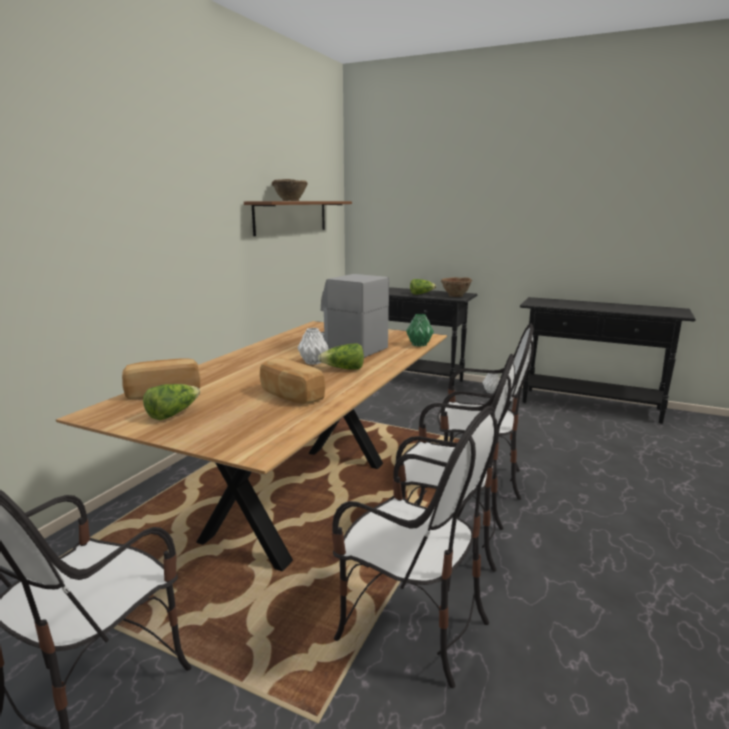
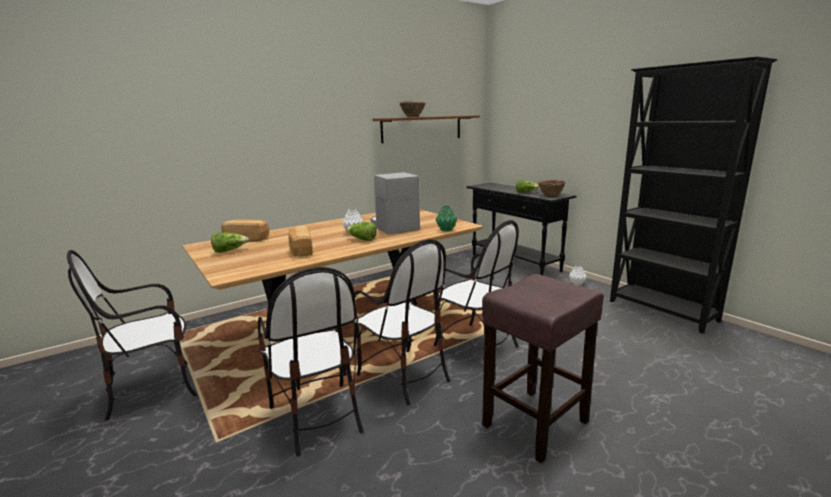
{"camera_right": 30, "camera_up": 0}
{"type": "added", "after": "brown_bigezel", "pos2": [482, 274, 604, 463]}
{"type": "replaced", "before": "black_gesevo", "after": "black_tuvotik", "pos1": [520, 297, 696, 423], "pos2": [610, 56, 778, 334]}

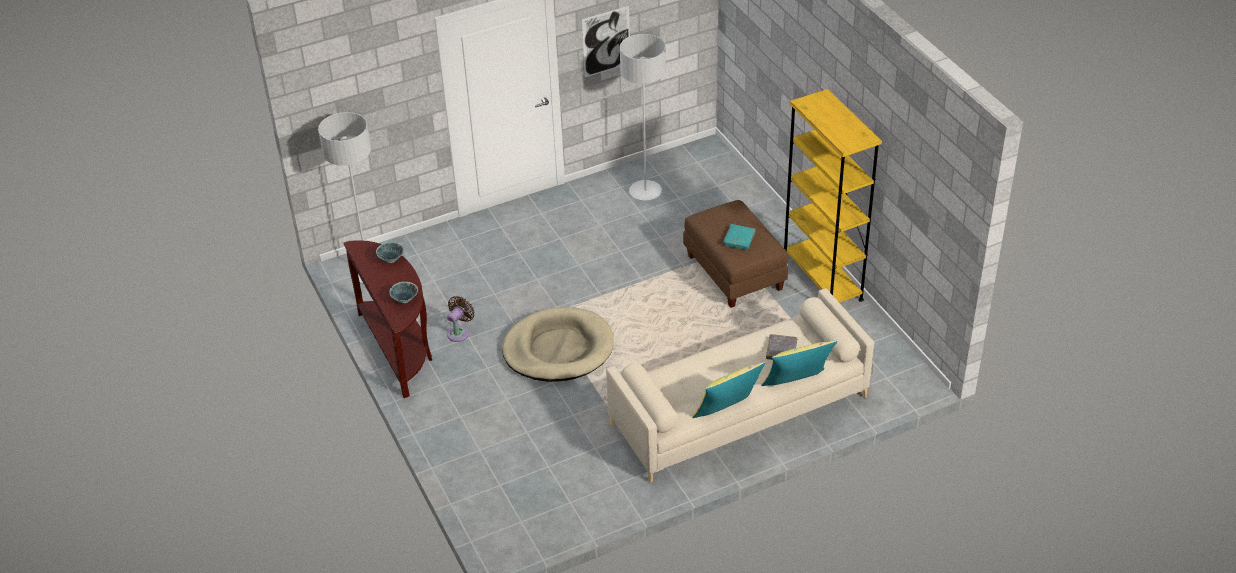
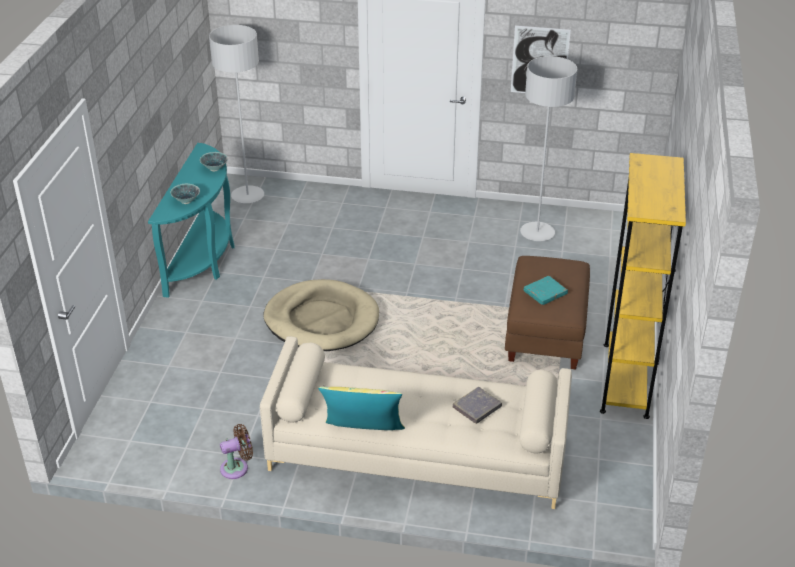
{"camera_right": 35, "camera_up": -5}
{"type": "recoloured", "before": "brown_gesevo", "after": "turquoise_gesevo", "pos1": [344, 240, 432, 398], "pos2": [148, 143, 234, 298]}
{"type": "moved", "before": "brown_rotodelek", "pos1": [447, 296, 475, 342], "pos2": [220, 424, 253, 479]}
{"type": "removed", "before": "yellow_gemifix", "pos1": [761, 341, 837, 386]}

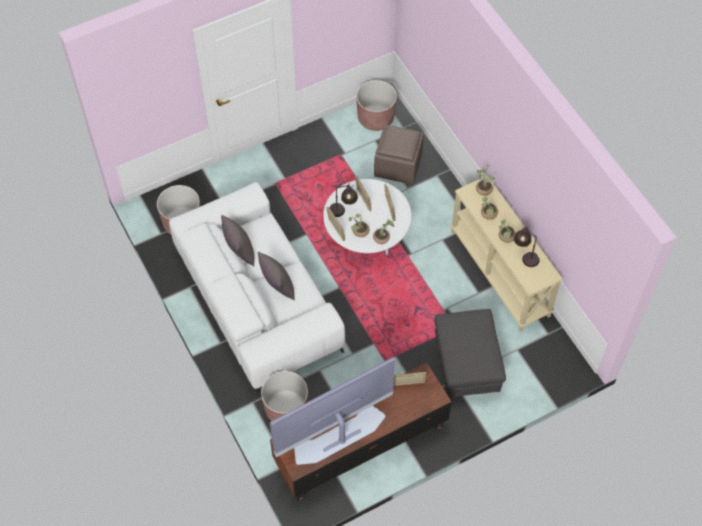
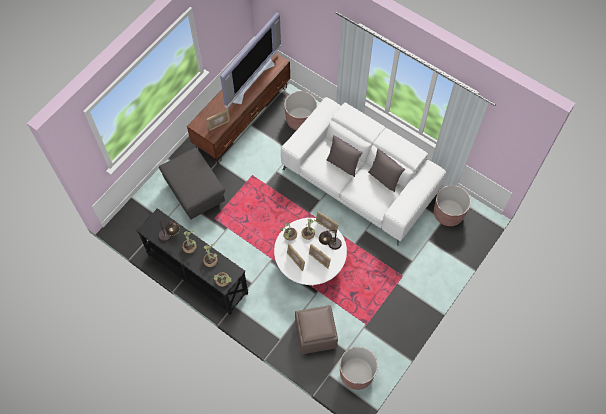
{"camera_right": 155, "camera_up": 5}
{"type": "recoloured", "before": "beige_gesevo", "after": "black_gesevo", "pos1": [451, 175, 563, 332], "pos2": [137, 208, 249, 315]}

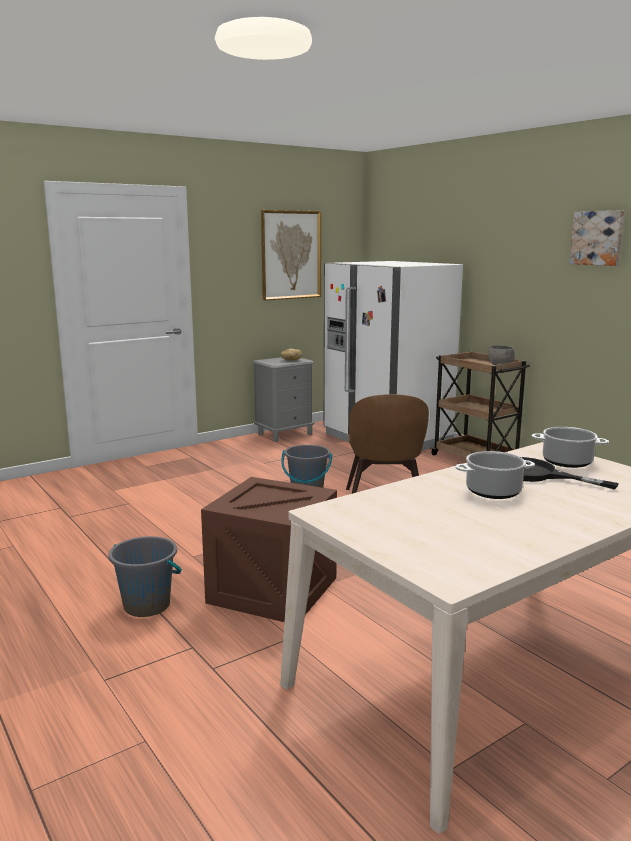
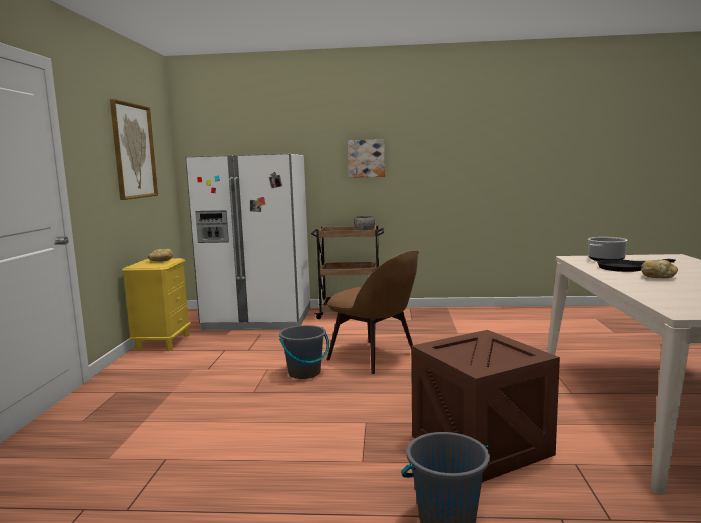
{"camera_right": -50, "camera_up": -5}
{"type": "recoloured", "before": "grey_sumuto", "after": "yellow_sumuto", "pos1": [252, 357, 314, 442], "pos2": [122, 258, 191, 351]}
{"type": "moved", "before": "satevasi", "pos1": [569, 210, 624, 266], "pos2": [348, 139, 385, 178]}
{"type": "replaced", "before": "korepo", "after": "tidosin", "pos1": [455, 451, 535, 499], "pos2": [641, 260, 678, 278]}

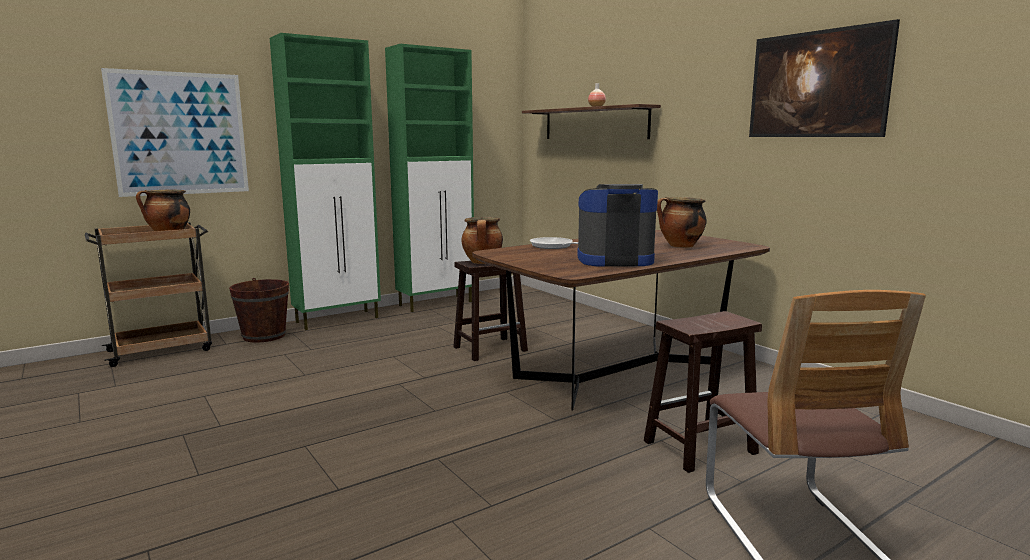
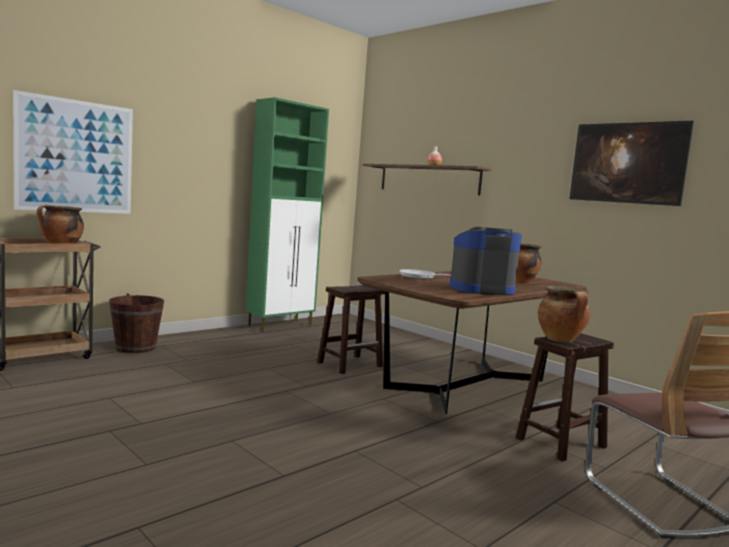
{"camera_right": -10, "camera_up": -5}
{"type": "moved", "before": "korepo", "pos1": [462, 217, 503, 264], "pos2": [538, 286, 590, 342]}
{"type": "removed", "before": "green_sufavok", "pos1": [270, 33, 381, 330]}

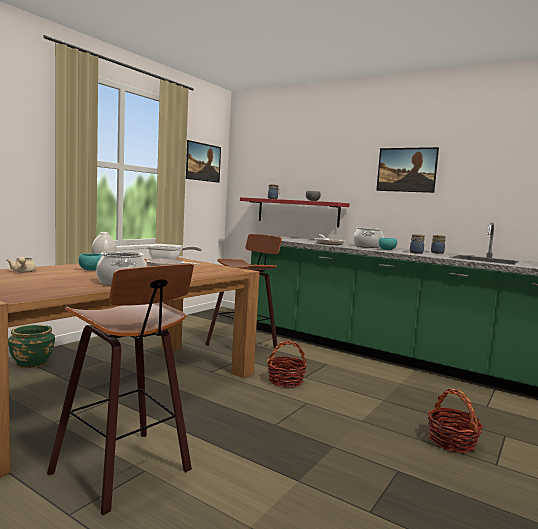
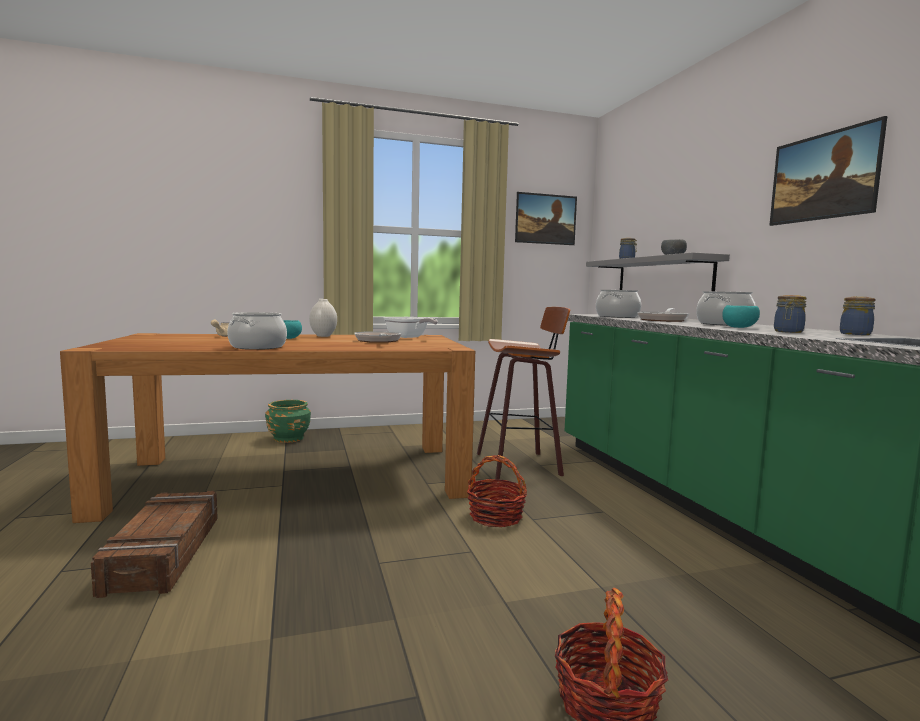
{"camera_right": 40, "camera_up": 0}
{"type": "replaced", "before": "bigezel", "after": "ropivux", "pos1": [47, 264, 194, 515], "pos2": [91, 491, 218, 598]}
{"type": "recoloured", "before": "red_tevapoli", "after": "grey_tevapoli", "pos1": [240, 197, 349, 227], "pos2": [586, 252, 730, 291]}
{"type": "added", "after": "korepo", "pos2": [596, 290, 641, 318]}

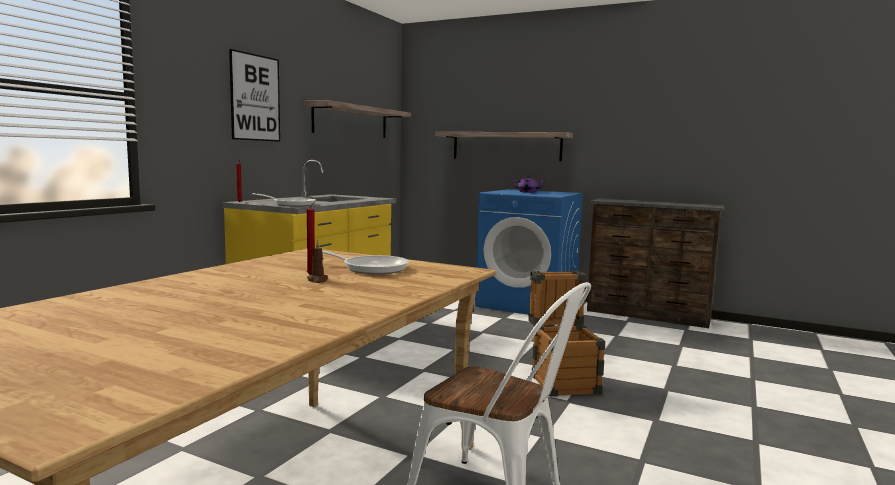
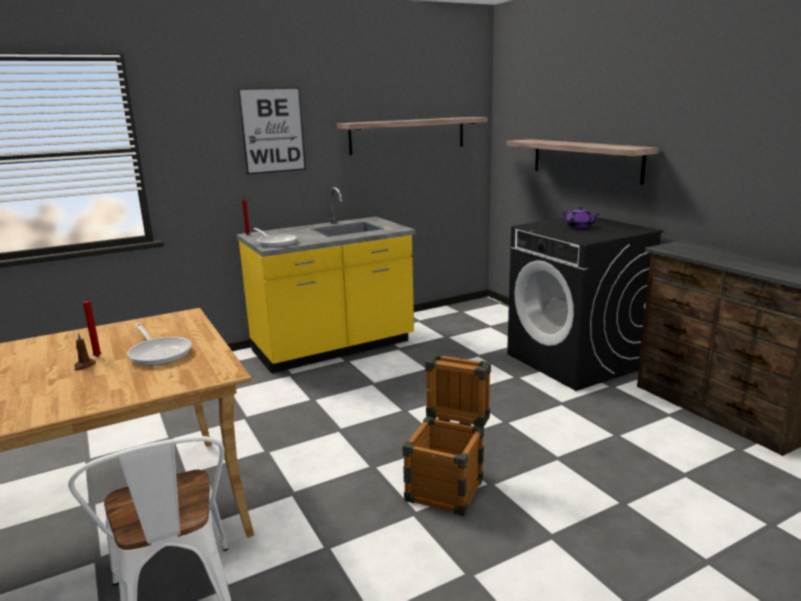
{"camera_right": 35, "camera_up": 10}
{"type": "recoloured", "before": "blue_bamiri", "after": "black_bamiri", "pos1": [475, 189, 583, 315], "pos2": [507, 216, 664, 391]}

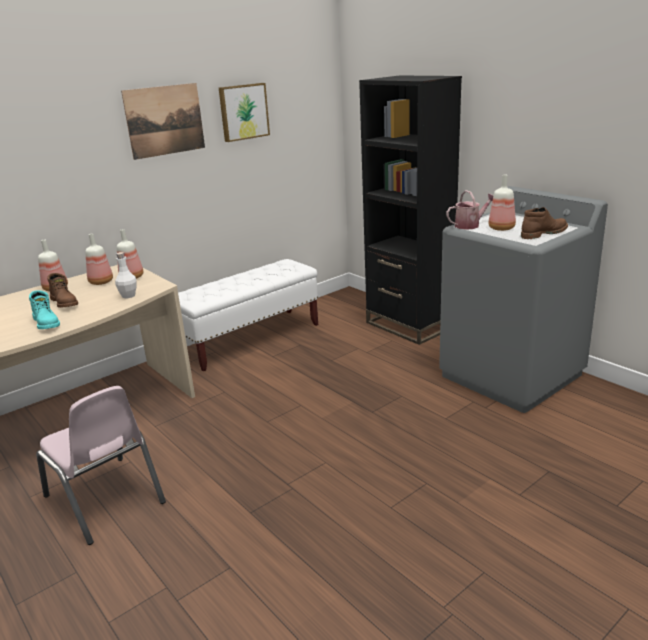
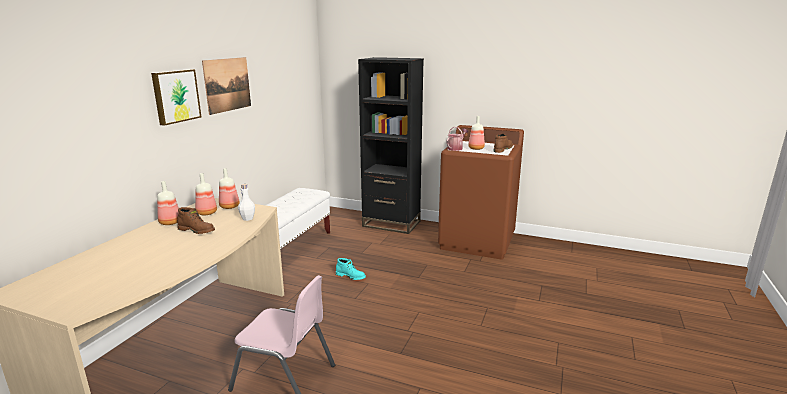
{"camera_right": -30, "camera_up": -5}
{"type": "moved", "before": "satevasi", "pos1": [219, 83, 270, 142], "pos2": [151, 69, 202, 126]}
{"type": "moved", "before": "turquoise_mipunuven", "pos1": [29, 290, 60, 329], "pos2": [336, 258, 366, 280]}
{"type": "recoloured", "before": "grey_bamiri", "after": "brown_bamiri", "pos1": [439, 186, 608, 413], "pos2": [438, 125, 524, 260]}

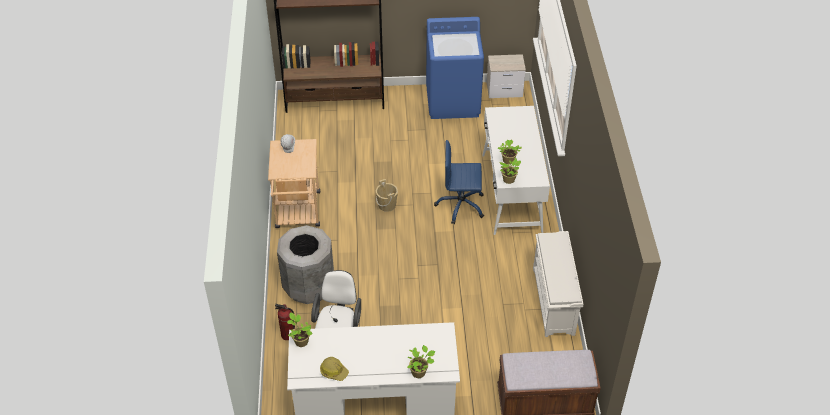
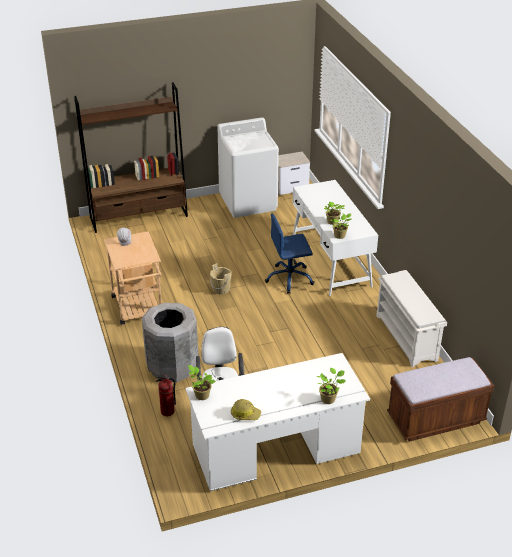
{"camera_right": -15, "camera_up": -10}
{"type": "recoloured", "before": "blue_bamiri", "after": "white_bamiri", "pos1": [426, 17, 484, 119], "pos2": [217, 117, 279, 218]}

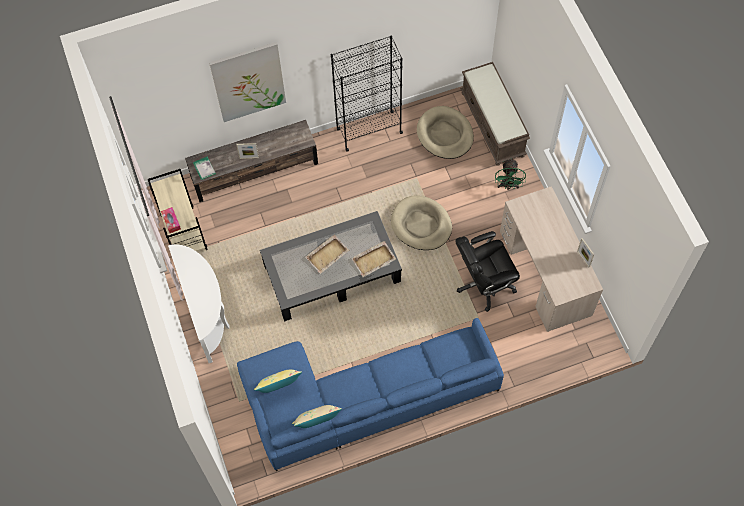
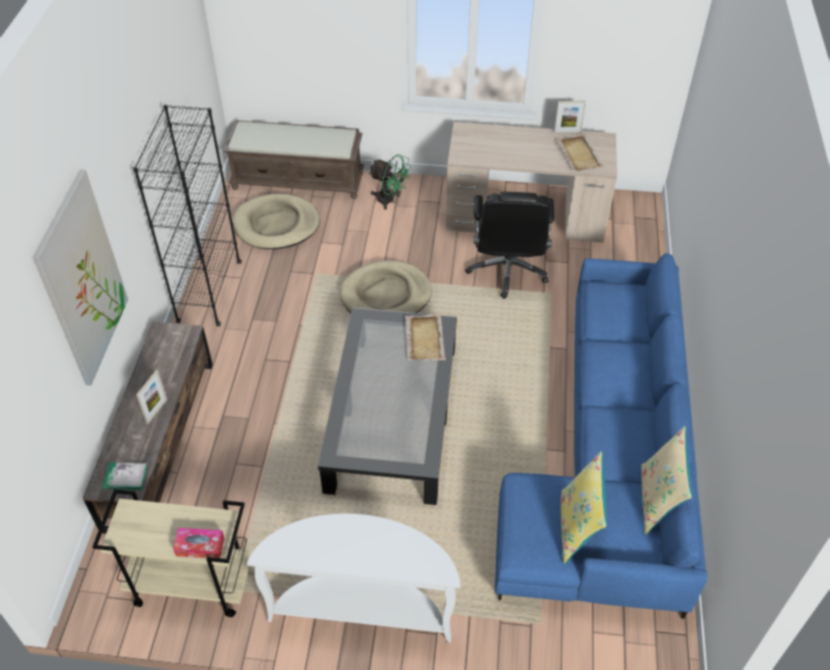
{"camera_right": -65, "camera_up": -15}
{"type": "moved", "before": "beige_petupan", "pos1": [305, 235, 349, 274], "pos2": [555, 134, 605, 171]}

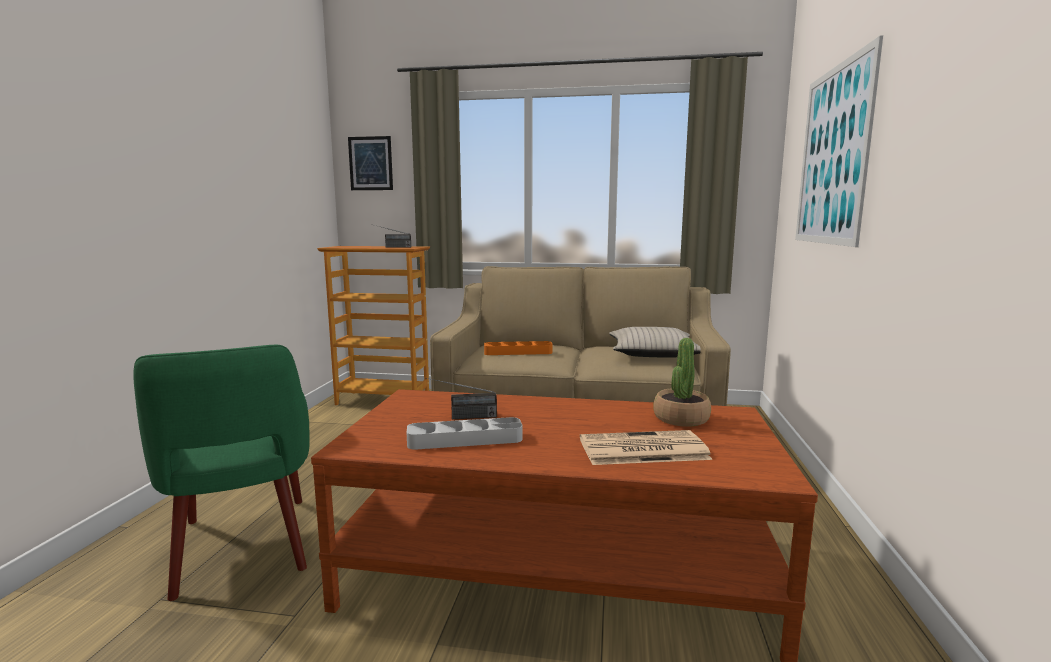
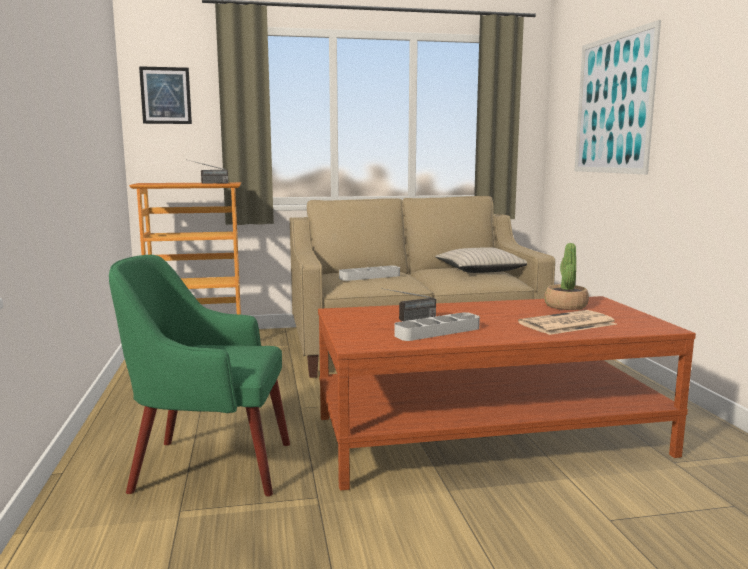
{"camera_right": -20, "camera_up": 0}
{"type": "turned", "before": "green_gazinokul", "pos1": [134, 345, 310, 601], "pos2": [109, 255, 290, 496], "turn": 135}
{"type": "recoloured", "before": "orange_petupan", "after": "grey_petupan", "pos1": [484, 341, 552, 355], "pos2": [339, 266, 400, 281]}

